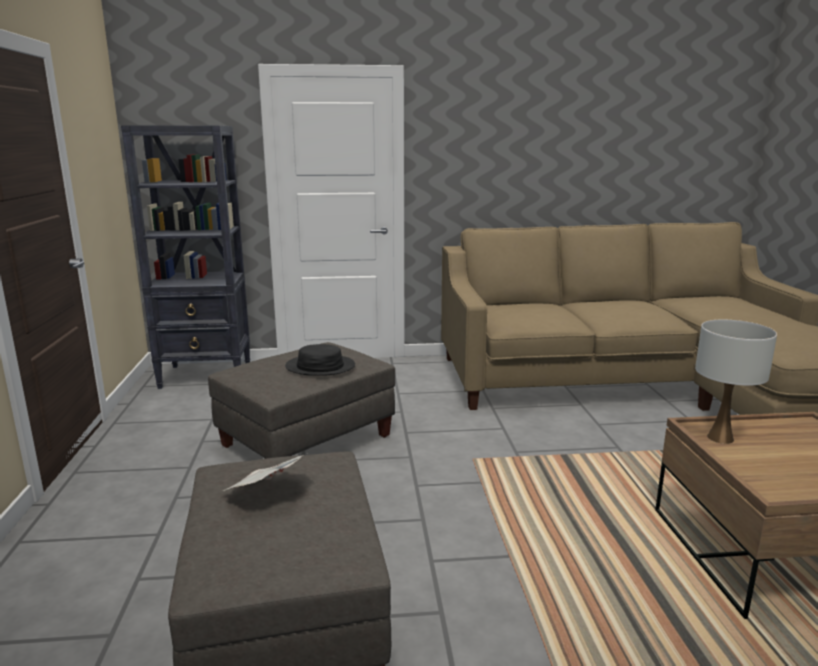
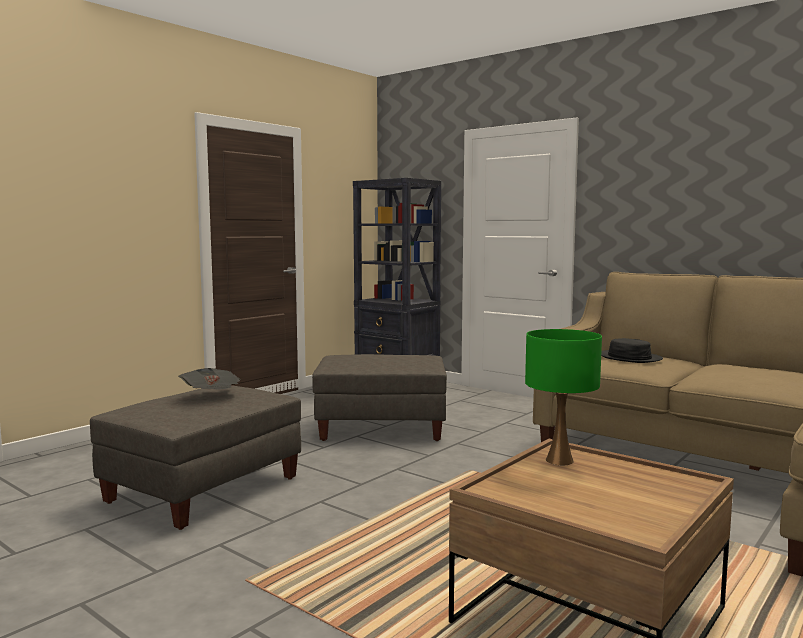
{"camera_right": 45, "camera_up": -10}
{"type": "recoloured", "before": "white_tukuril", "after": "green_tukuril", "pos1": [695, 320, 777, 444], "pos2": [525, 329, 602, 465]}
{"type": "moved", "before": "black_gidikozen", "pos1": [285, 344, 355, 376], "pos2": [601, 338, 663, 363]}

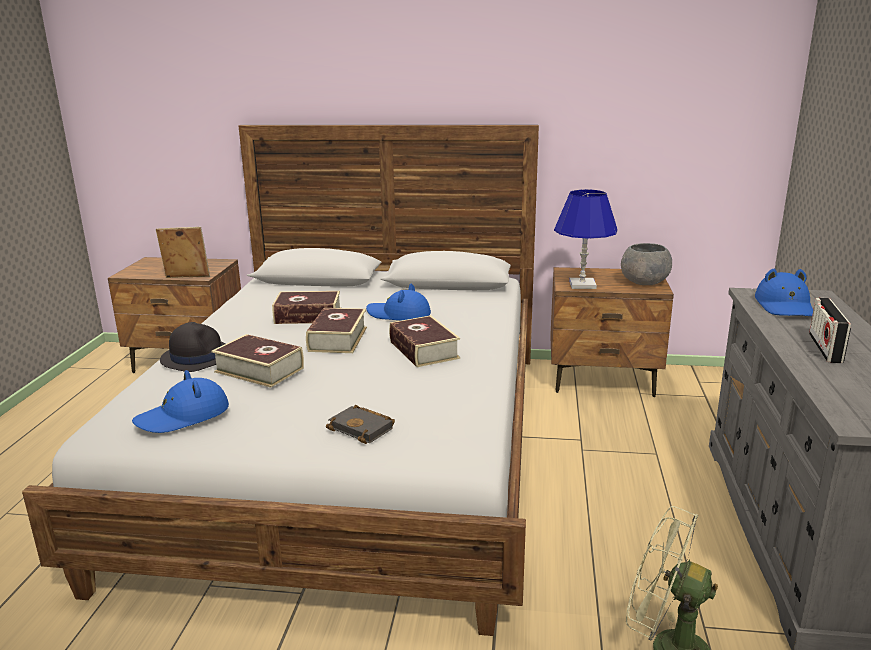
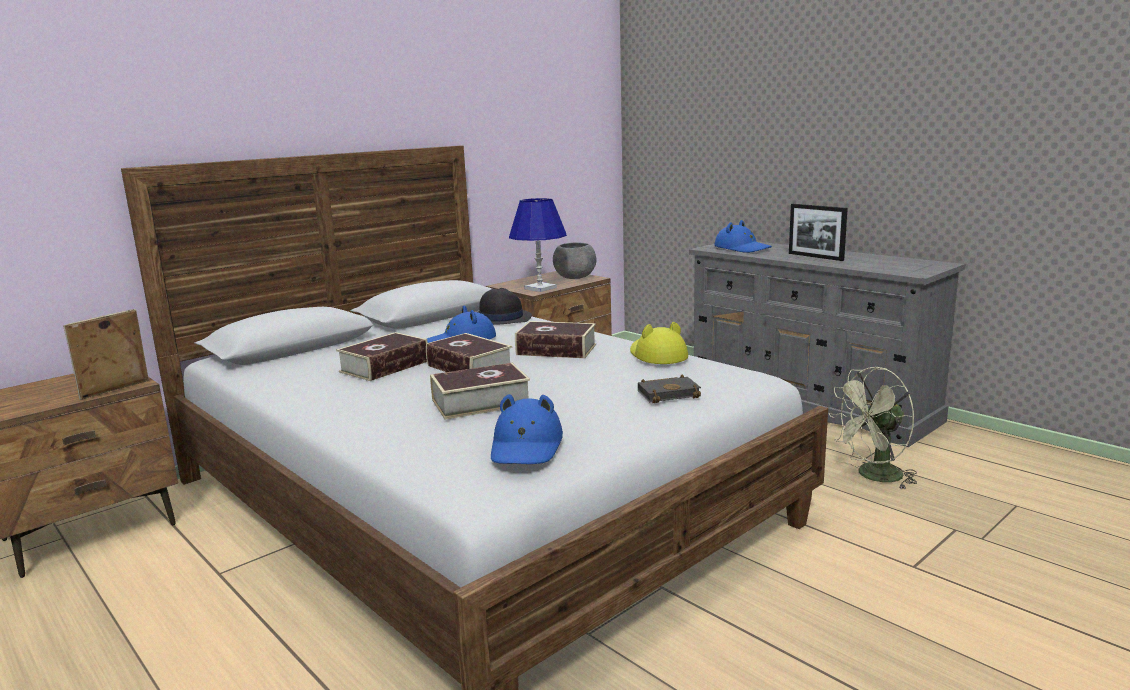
{"camera_right": -50, "camera_up": -5}
{"type": "moved", "before": "black_gidikozen", "pos1": [160, 322, 226, 372], "pos2": [478, 288, 532, 324]}
{"type": "added", "after": "yellow_gidikozen", "pos2": [630, 322, 688, 364]}
{"type": "replaced", "before": "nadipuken", "after": "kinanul", "pos1": [809, 298, 851, 363], "pos2": [789, 204, 848, 261]}

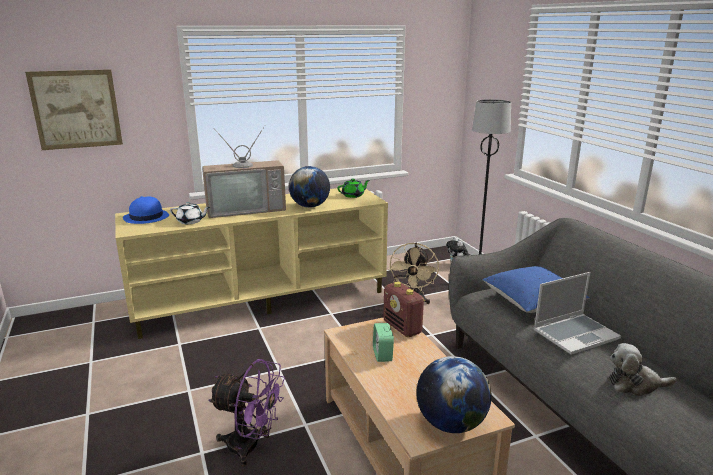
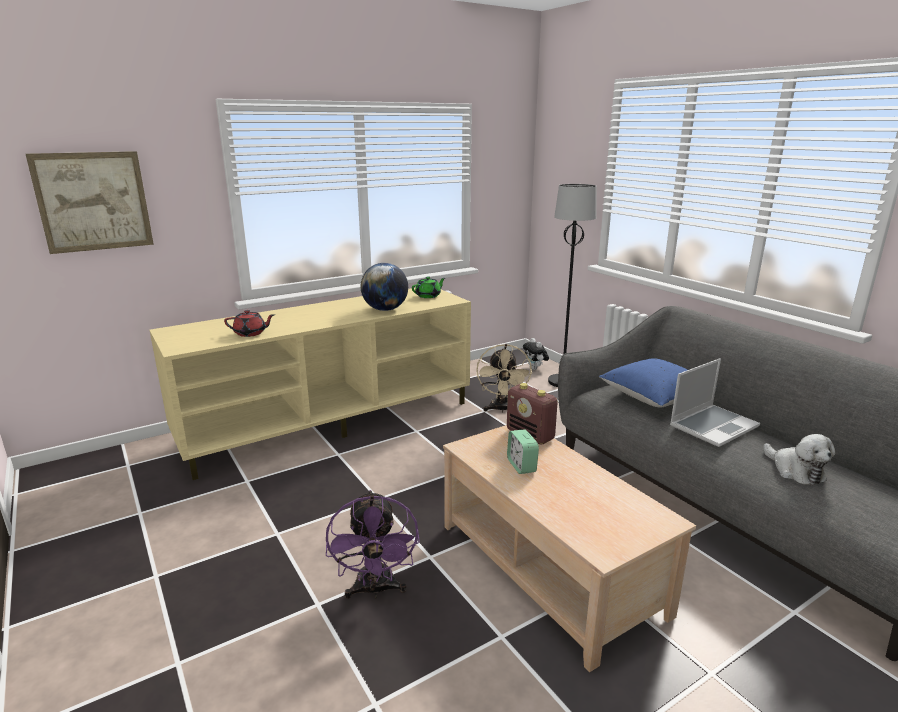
{"camera_right": -10, "camera_up": 0}
{"type": "recoloured", "before": "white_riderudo", "after": "red_riderudo", "pos1": [170, 202, 210, 224], "pos2": [224, 310, 275, 337]}
{"type": "turned", "before": "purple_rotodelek", "pos1": [208, 359, 285, 466], "pos2": [326, 490, 420, 599], "turn": 75}
{"type": "turned", "before": "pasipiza", "pos1": [609, 343, 677, 396], "pos2": [763, 434, 835, 486], "turn": -105}
{"type": "removed", "before": "blue_gidikozen", "pos1": [123, 196, 169, 224]}
{"type": "removed", "before": "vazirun", "pos1": [202, 125, 286, 218]}
{"type": "removed", "before": "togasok", "pos1": [416, 356, 492, 433]}

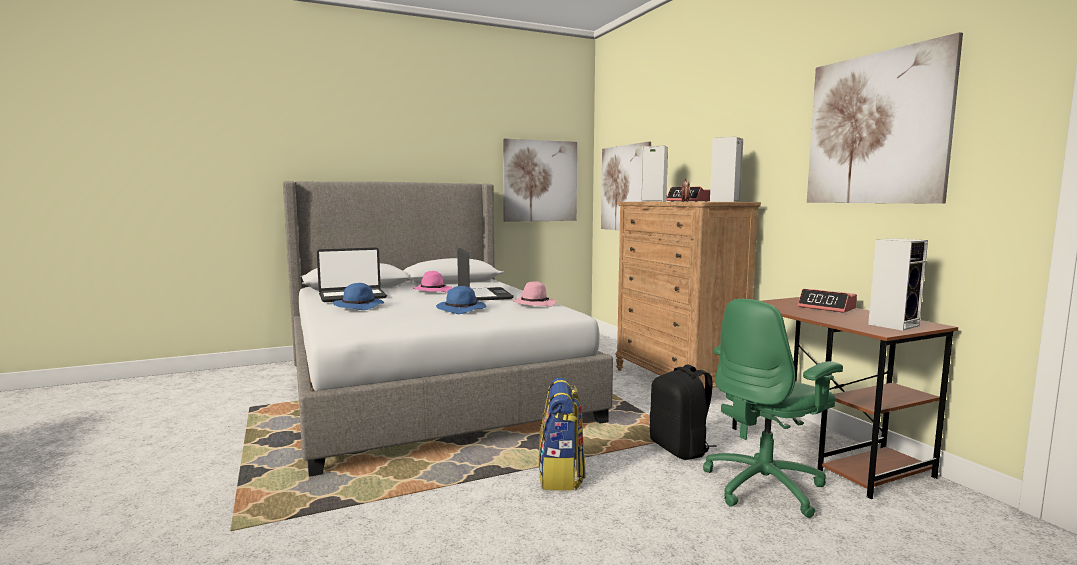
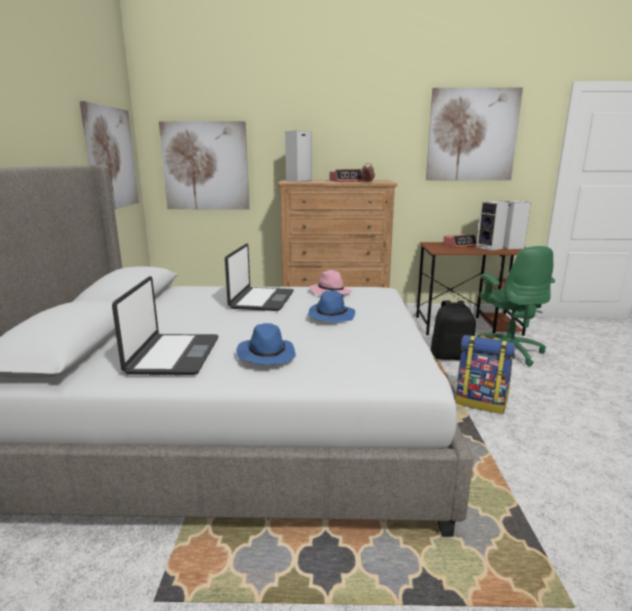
{"camera_right": -65, "camera_up": 10}
{"type": "turned", "before": "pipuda", "pos1": [457, 248, 514, 301], "pos2": [225, 243, 294, 311], "turn": 90}
{"type": "moved", "before": "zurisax", "pos1": [710, 137, 743, 202], "pos2": [476, 201, 509, 251]}
{"type": "removed", "before": "pink_gidikozen", "pos1": [414, 271, 452, 292]}

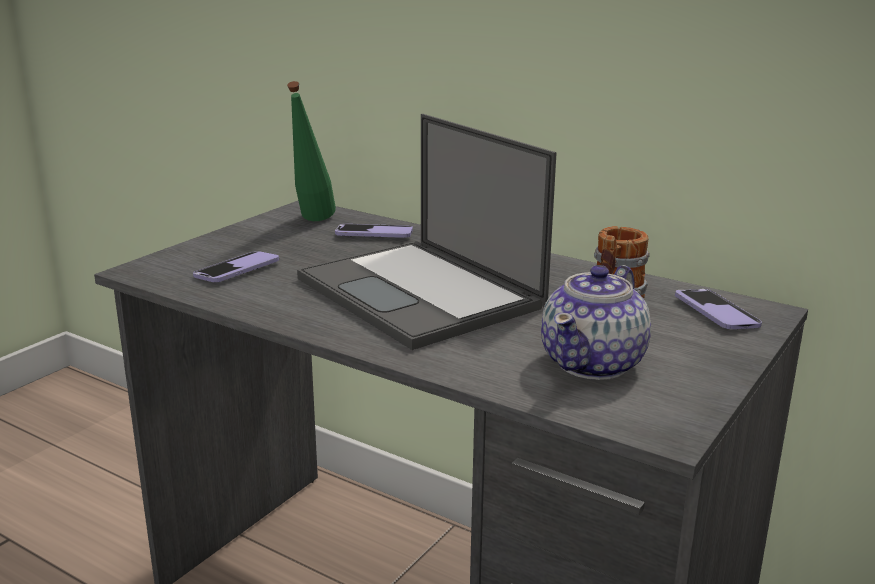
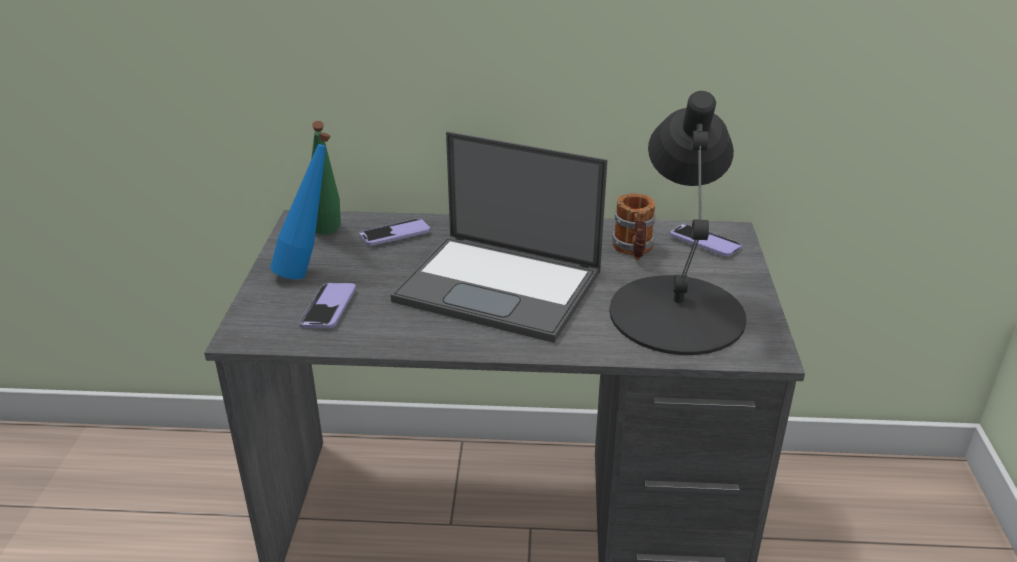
{"camera_right": -30, "camera_up": 10}
{"type": "added", "after": "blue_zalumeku", "pos2": [270, 132, 330, 279]}
{"type": "replaced", "before": "riderudo", "after": "black_tukuril", "pos1": [541, 265, 651, 380], "pos2": [609, 91, 746, 355]}

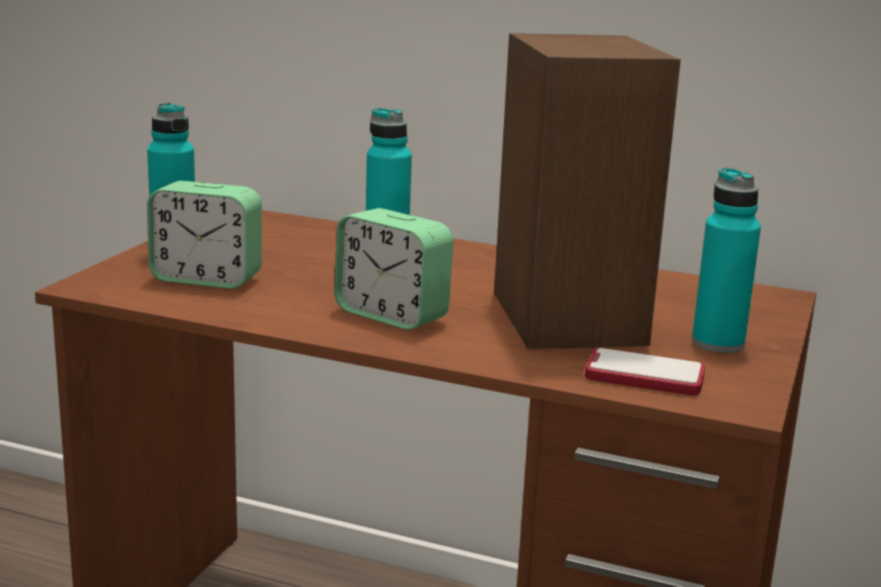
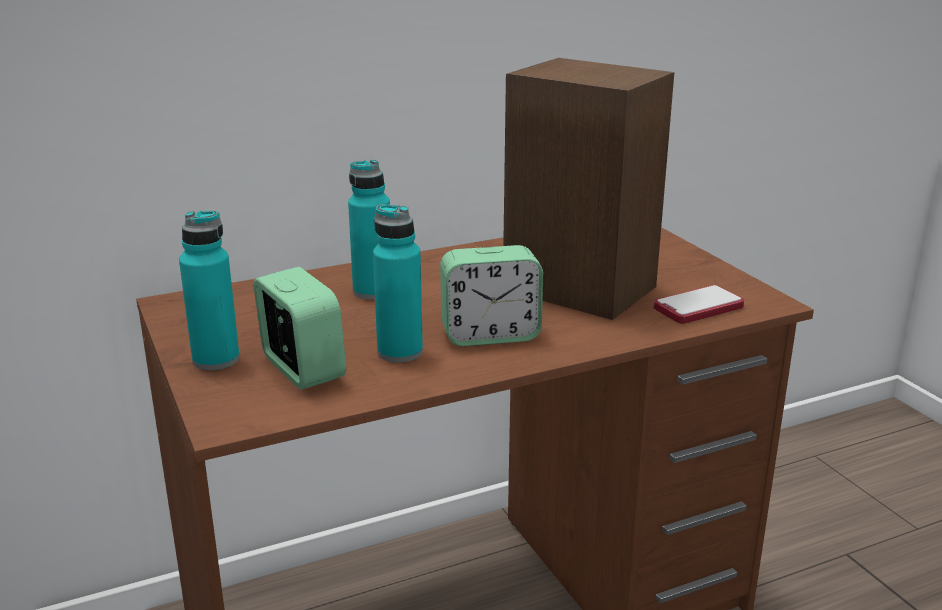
{"camera_right": -45, "camera_up": 5}
{"type": "turned", "before": "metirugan", "pos1": [147, 181, 262, 289], "pos2": [254, 267, 346, 390], "turn": -90}
{"type": "moved", "before": "turquoise_zalumeku", "pos1": [692, 168, 761, 353], "pos2": [373, 204, 423, 363]}

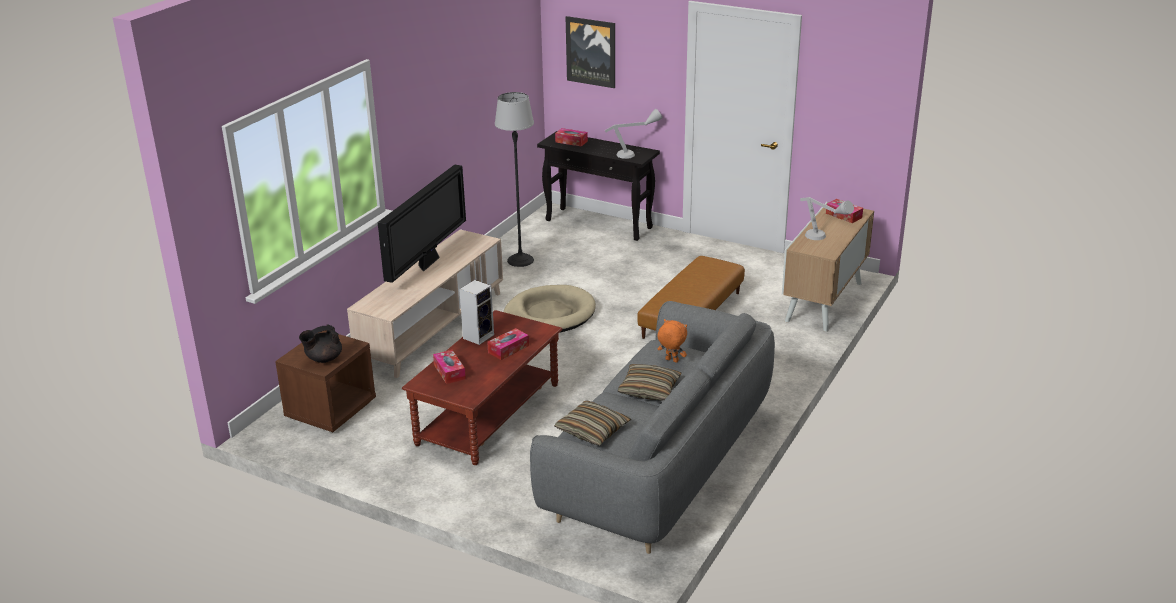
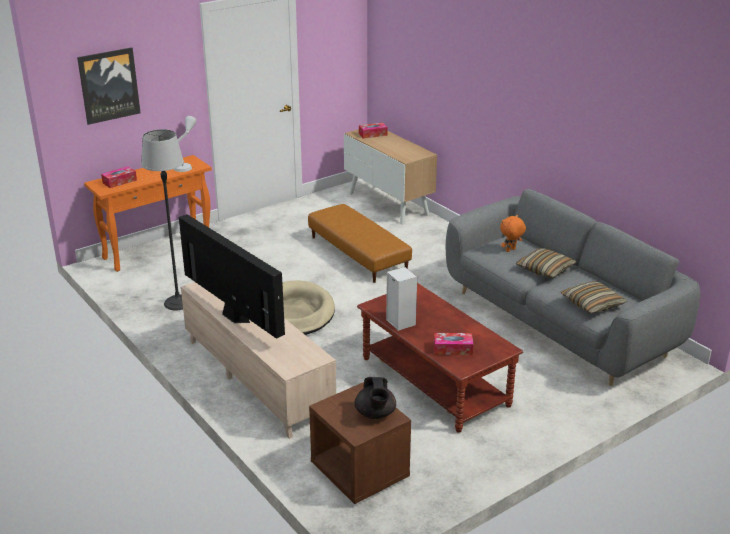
{"camera_right": -65, "camera_up": 0}
{"type": "recoloured", "before": "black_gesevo", "after": "orange_gesevo", "pos1": [537, 131, 660, 241], "pos2": [84, 155, 212, 272]}
{"type": "removed", "before": "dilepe", "pos1": [487, 328, 529, 360]}
{"type": "removed", "before": "grey_tukuril", "pos1": [800, 197, 854, 240]}

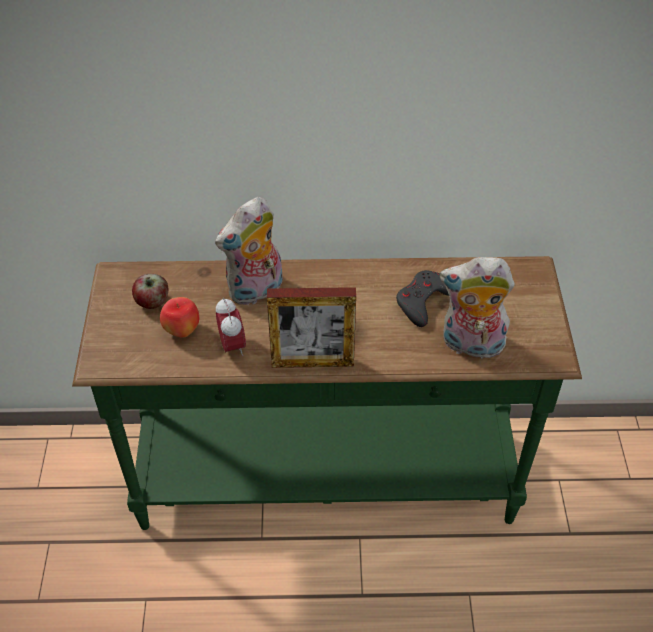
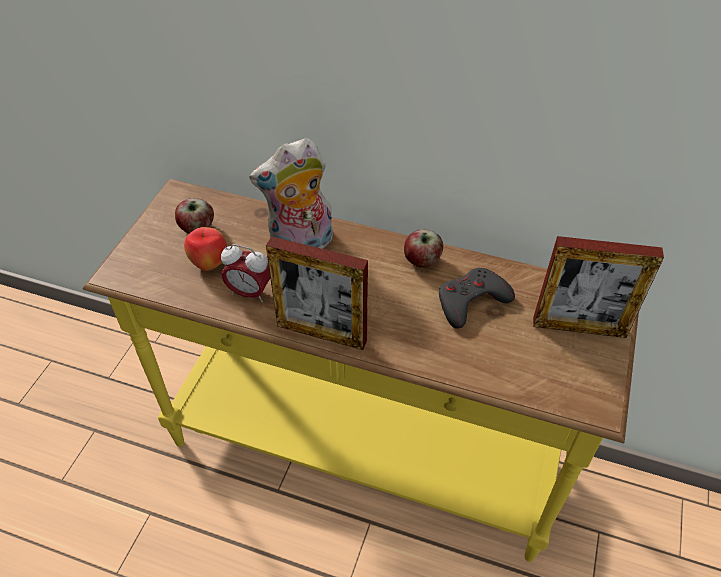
{"camera_right": 20, "camera_up": 0}
{"type": "recoloured", "before": "green_gesevo", "after": "yellow_gesevo", "pos1": [72, 256, 582, 530], "pos2": [83, 179, 639, 562]}
{"type": "turned", "before": "metirugan", "pos1": [216, 297, 246, 356], "pos2": [221, 244, 270, 303], "turn": 105}
{"type": "added", "after": "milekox", "pos2": [404, 229, 443, 268]}
{"type": "added", "after": "kinanul", "pos2": [533, 236, 664, 338]}
{"type": "removed", "before": "pasipiza", "pos1": [440, 257, 515, 359]}

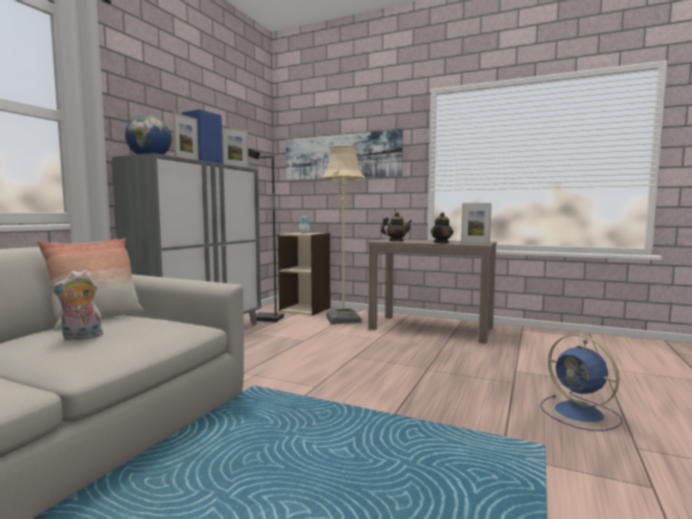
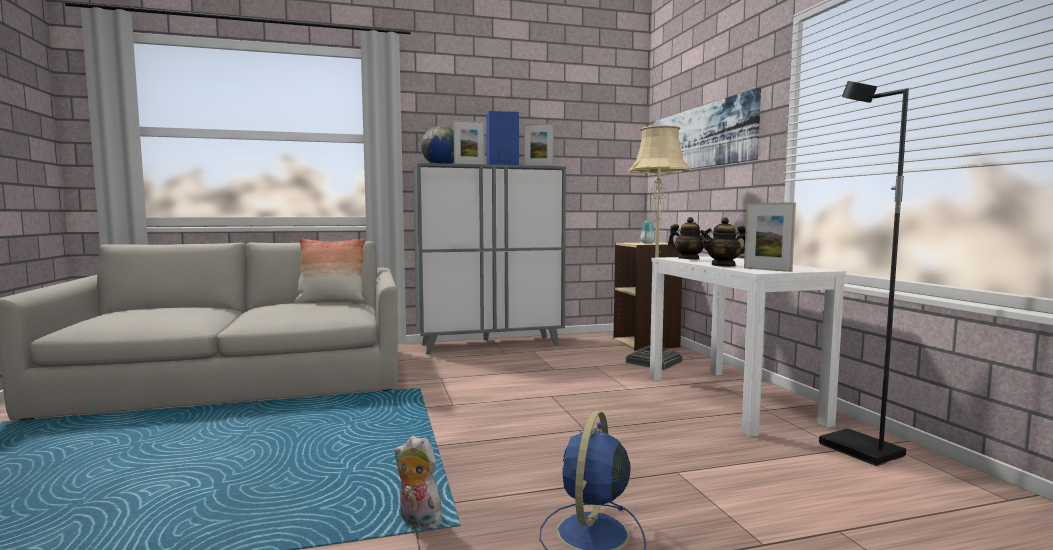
{"camera_right": 50, "camera_up": 0}
{"type": "moved", "before": "pasipiza", "pos1": [52, 270, 103, 340], "pos2": [394, 436, 442, 529]}
{"type": "recoloured", "before": "brown_gesevo", "after": "white_gesevo", "pos1": [368, 239, 497, 344], "pos2": [650, 256, 846, 437]}
{"type": "moved", "before": "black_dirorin", "pos1": [248, 148, 284, 322], "pos2": [819, 81, 909, 466]}

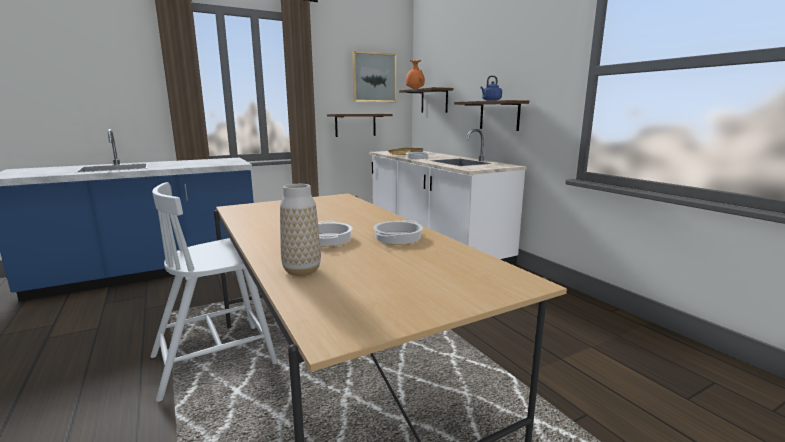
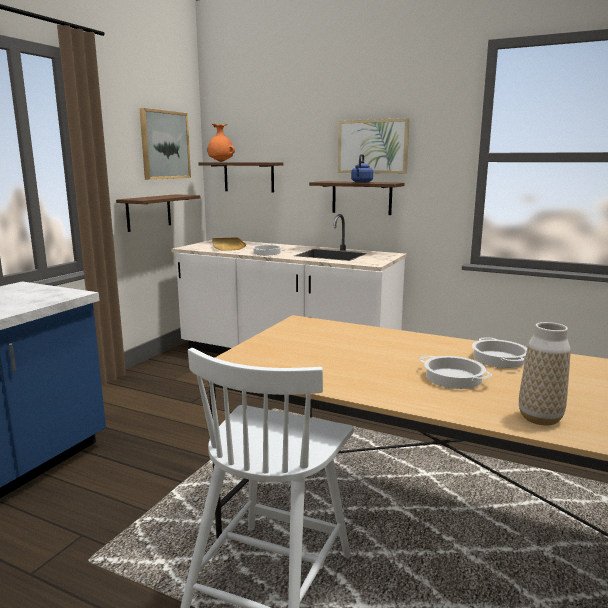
{"camera_right": -35, "camera_up": 0}
{"type": "added", "after": "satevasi", "pos2": [338, 118, 410, 174]}

